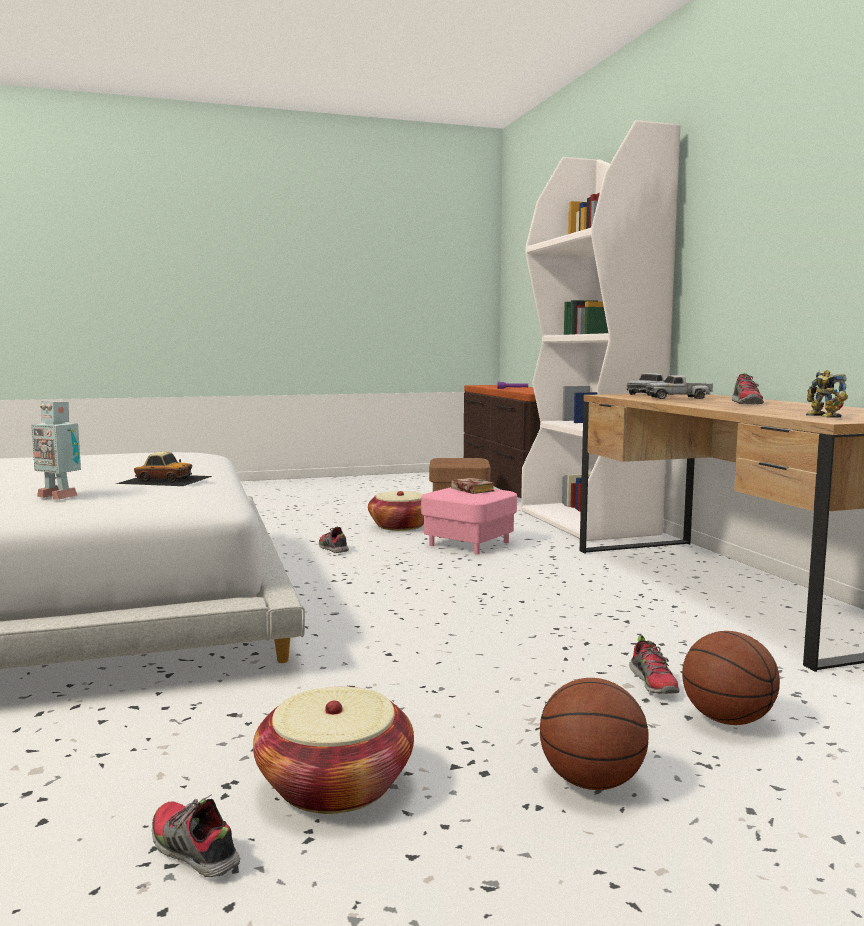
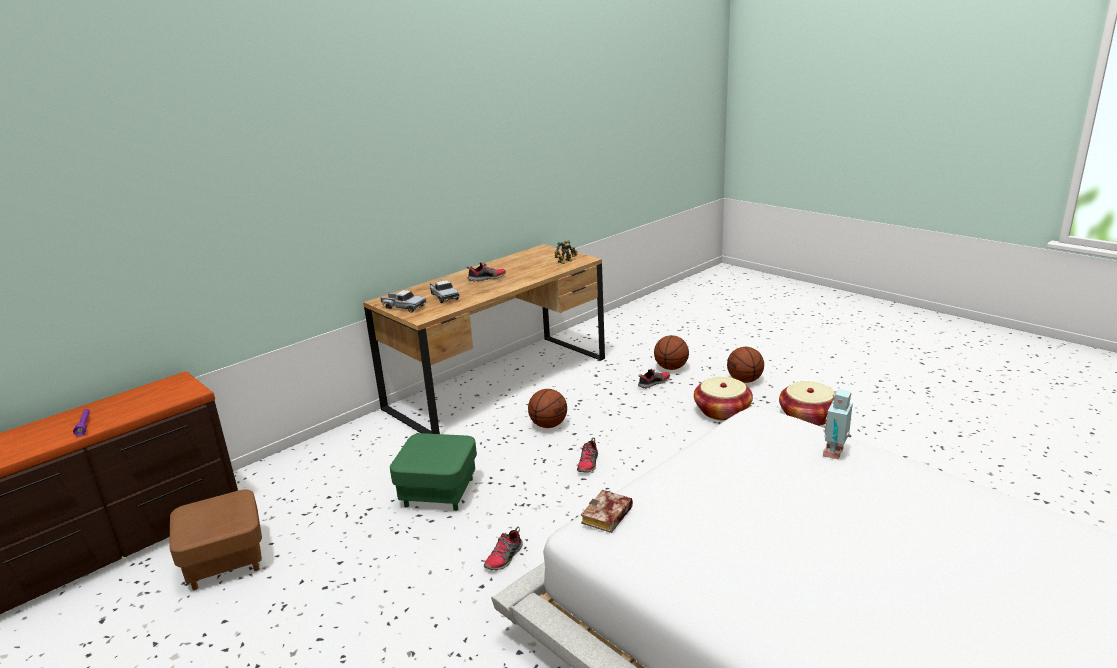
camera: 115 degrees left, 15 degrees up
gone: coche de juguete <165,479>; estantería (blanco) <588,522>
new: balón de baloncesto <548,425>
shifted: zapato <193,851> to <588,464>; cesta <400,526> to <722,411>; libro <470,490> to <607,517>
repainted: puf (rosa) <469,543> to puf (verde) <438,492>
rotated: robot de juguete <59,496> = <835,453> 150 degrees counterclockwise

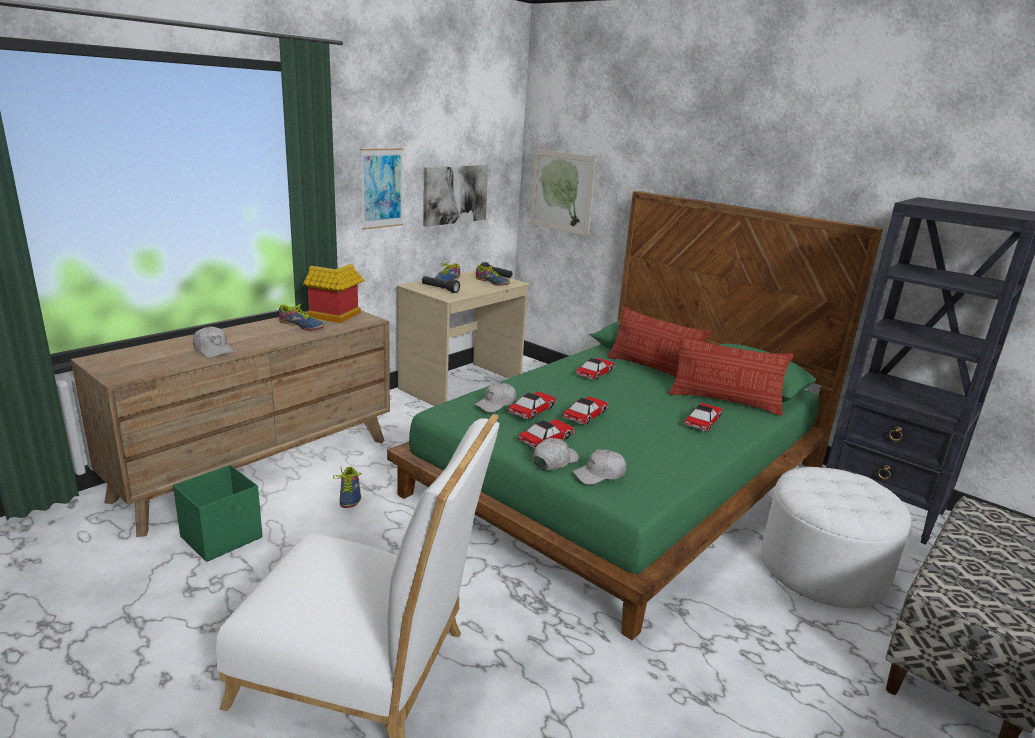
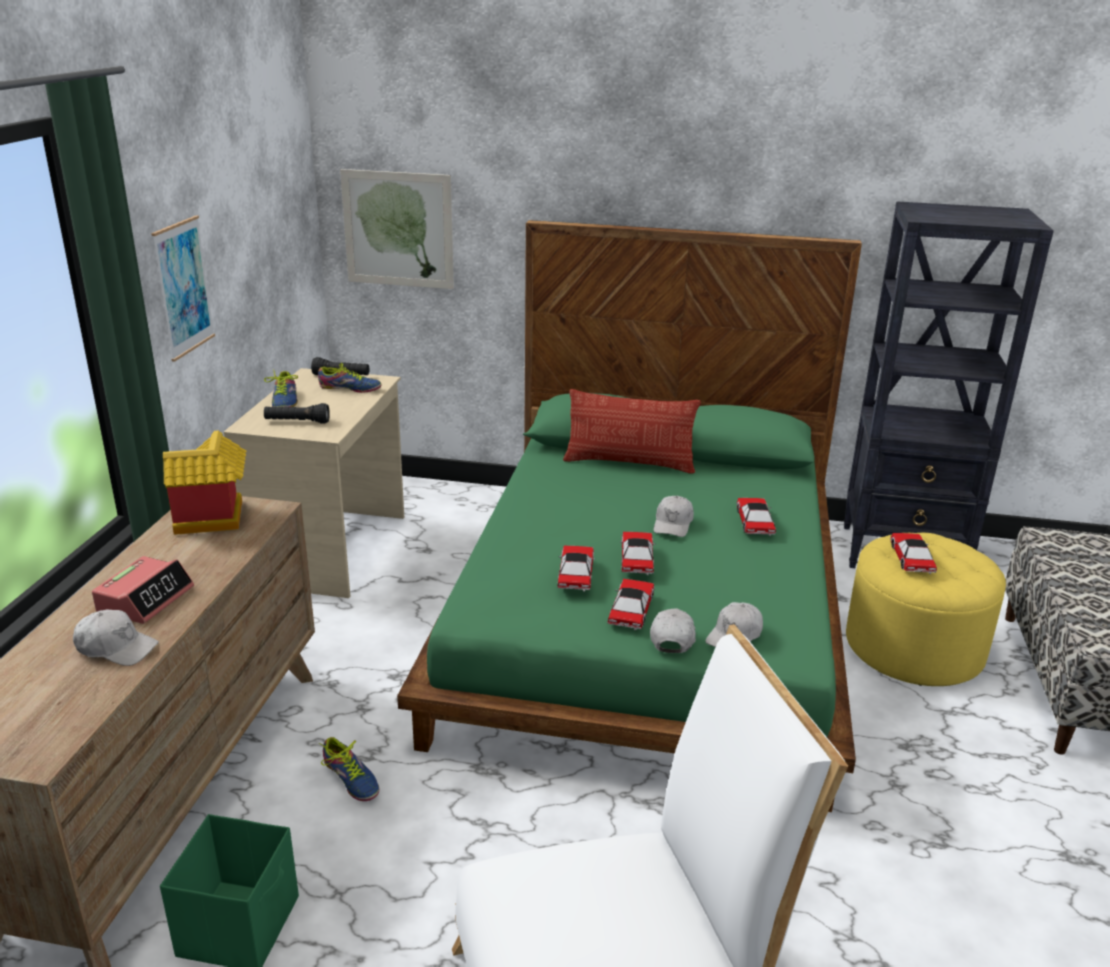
camera: 30 degrees left, 5 degrees up
gone: zapato <301,326>; cuadro <454,194>; cojín <724,401>
new: despertador <145,599>
shifted: gorra (blanco) <496,404> to <673,524>; coche de juguete <595,373> to <911,559>
repainted: puf (blanco) <822,569> to puf (amarillo) <914,647>

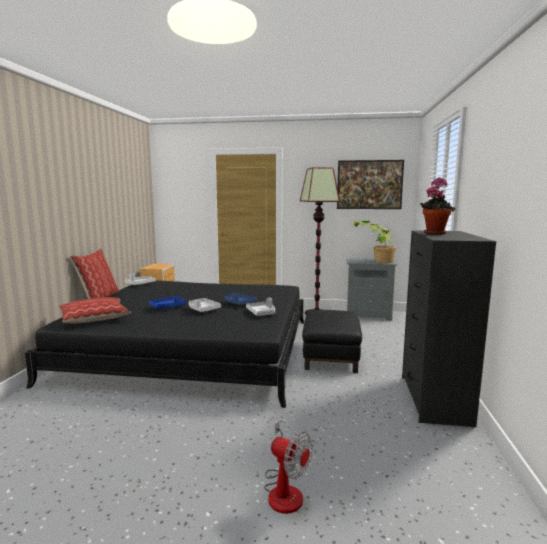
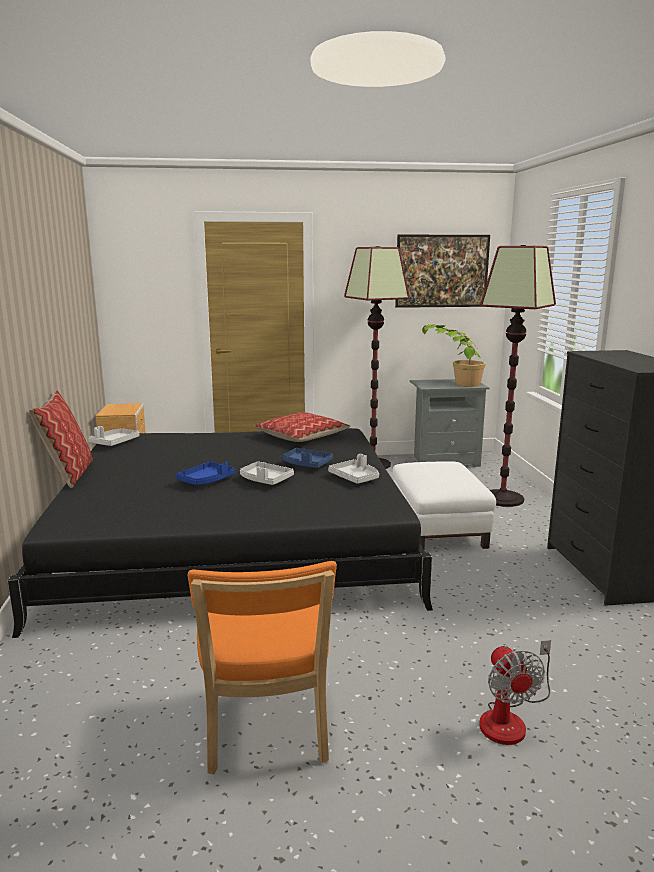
camera: 15 degrees left, 5 degrees up
gone: planta en maceta <434,233>
new: silla (naranja) <265,730>; lámpara de pie <503,498>
shifted: cojín <95,318> to <302,436>
repainted: puf (negro) <330,356> to puf (blanco) <437,528>
rotated: ventilador <284,490> = <510,718> 60 degrees clockwise

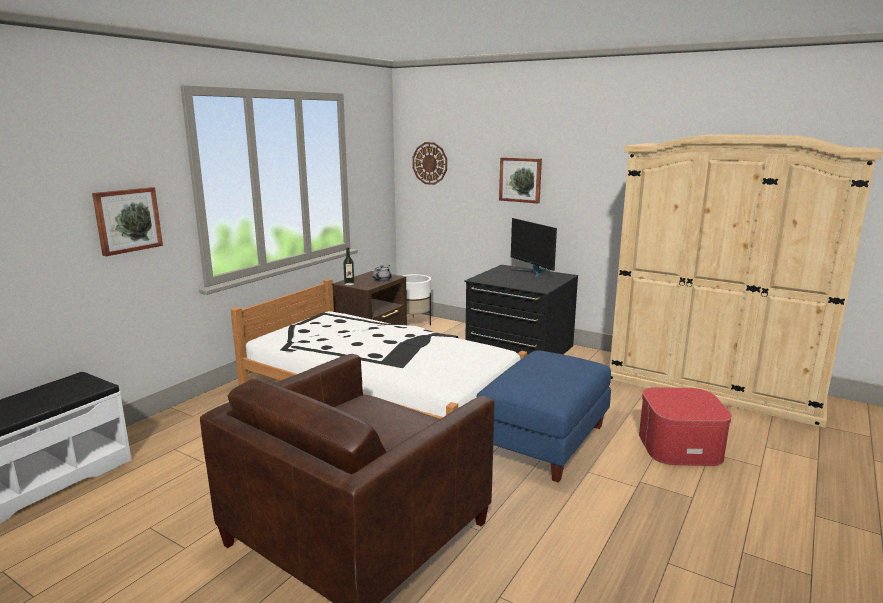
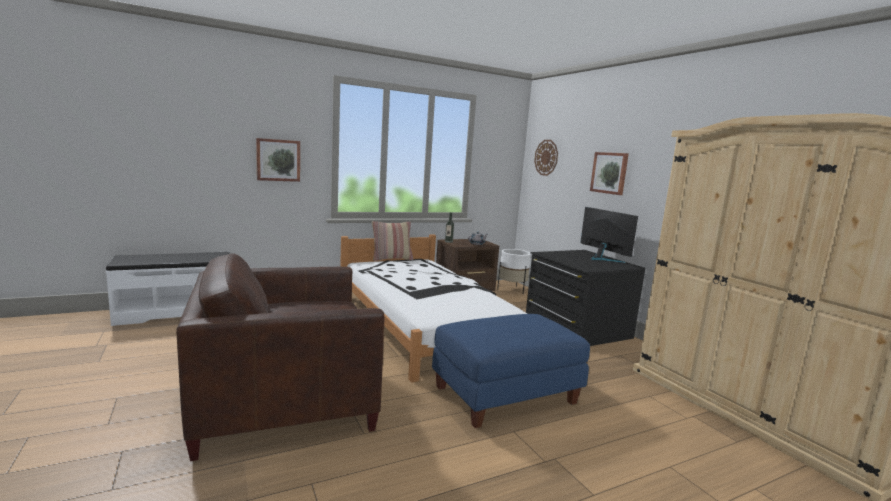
camera: 30 degrees right, 5 degrees down
gone: puf <679,446>
new: cojín <391,259>
rotated: monitor <532,273> = <601,258> 150 degrees clockwise

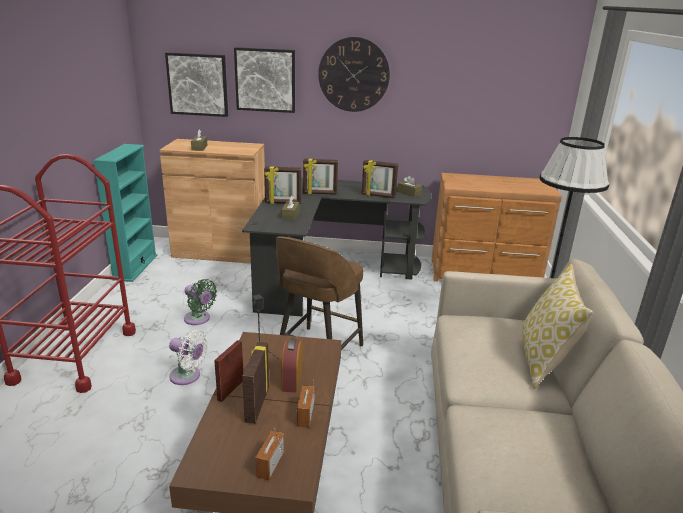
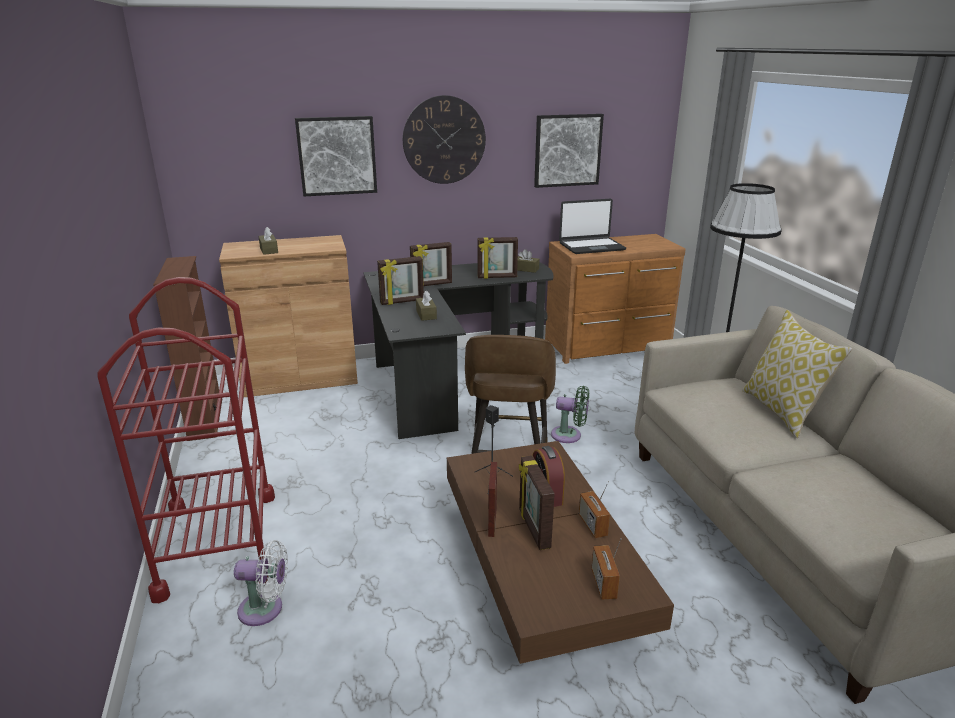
camera: 20 degrees left, 0 degrees up
new: portátil <591,246>
shifted: cuadro <198,84> to <567,150>; ventilador (blanco) <188,376> to <265,609>; ventilador (verde) <199,319> to <569,435>
repainted: estantería (turquesa) <135,267> to estantería (marrón) <205,419>

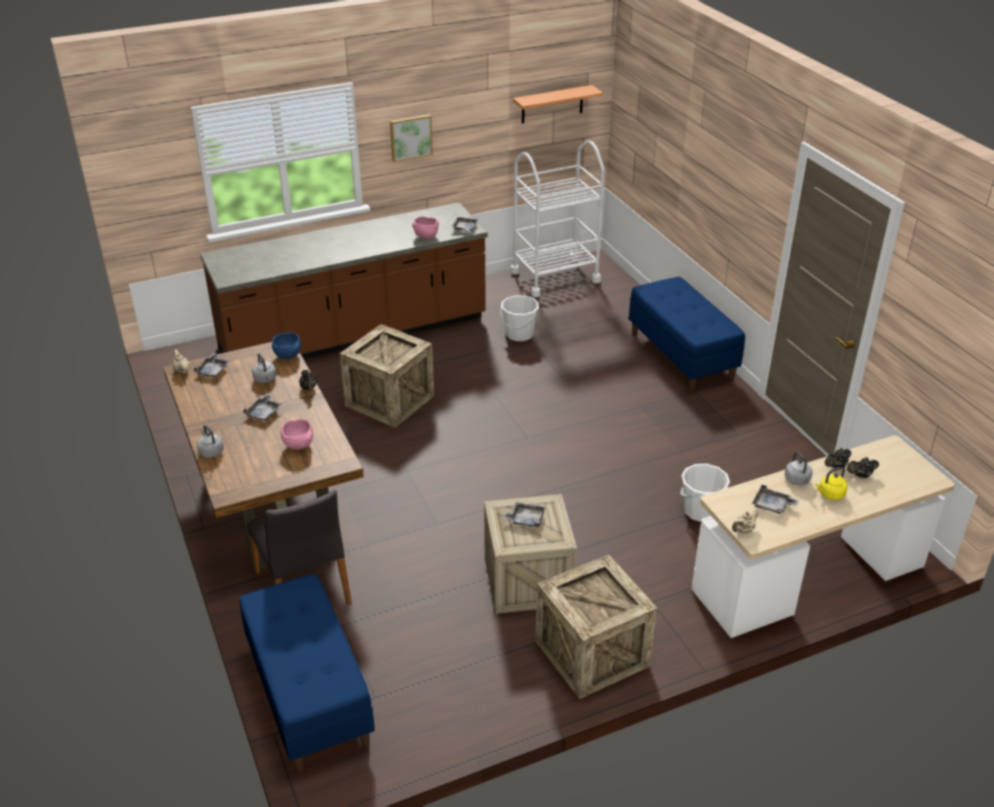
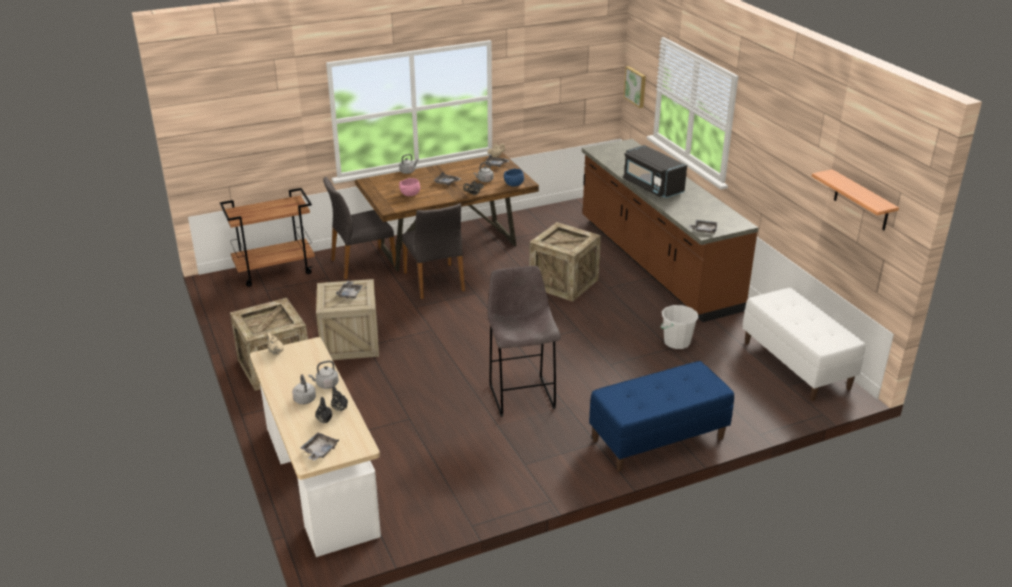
camera: 90 degrees right, 5 degrees down
gone: cuenco (rosa) <425,236>; cubo (blanco) <700,511>
new: silla (gris) <435,281>; taburete (gris) <521,395>; microondas (negro) <652,186>
shifted: cuadro <410,137> to <636,86>; bandeja (gris) <772,506> to <319,451>
swapped: banco (azul) <308,696> to carrito (marrón) <275,270>; carrito (blanco) <555,277> to banco (blanco) <796,365>
repainted: hervidor (amarillo) <830,494> to hervidor (gris) <304,399>

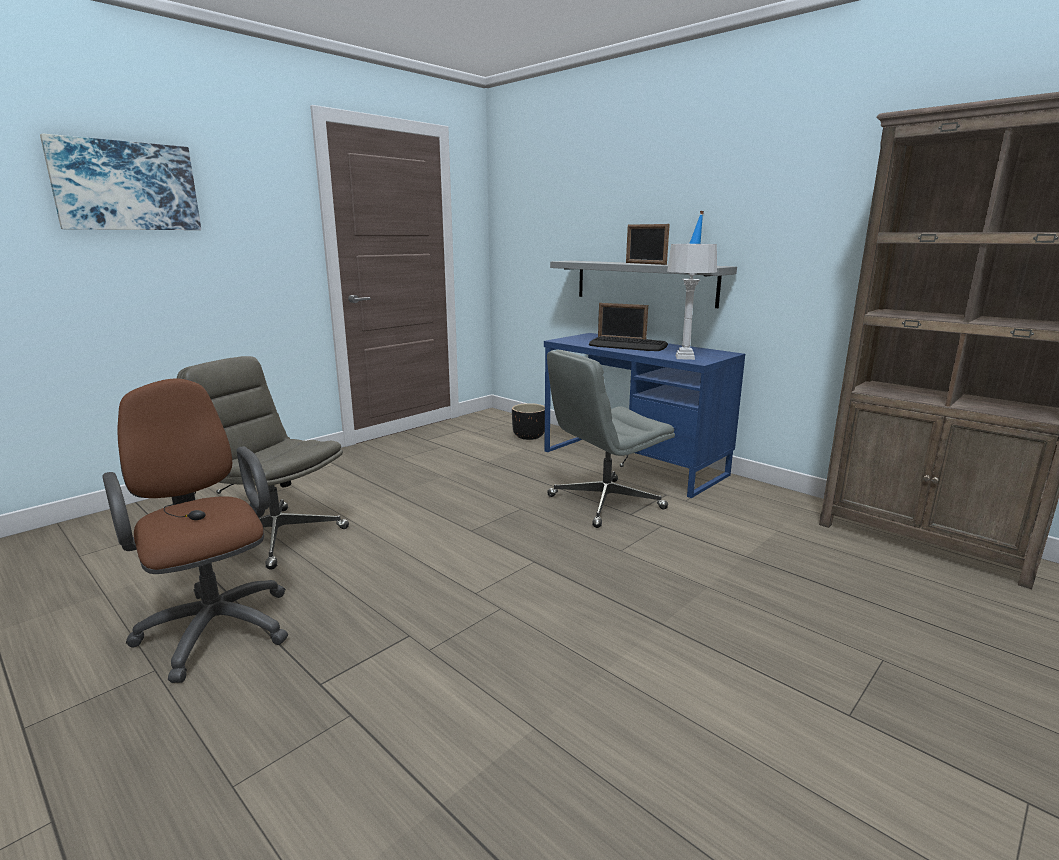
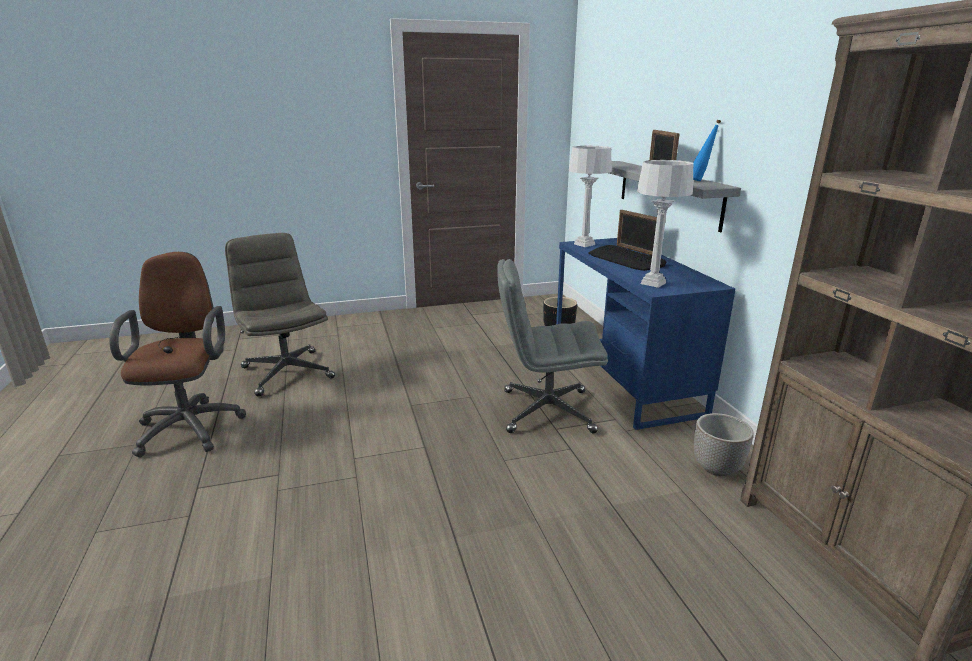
camera: 30 degrees right, 5 degrees up
gone: cuadro <126,186>
new: lámpara de mesa (gris) <584,244>; maceta <717,468>

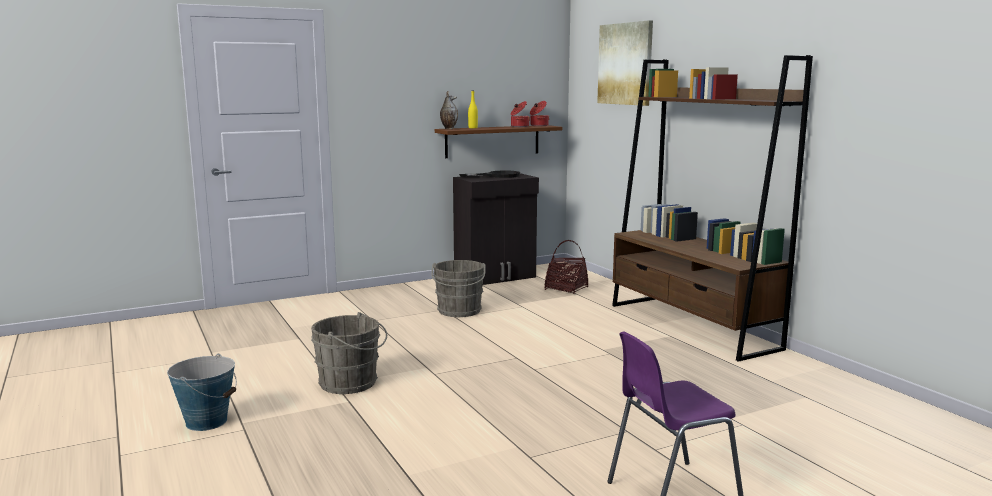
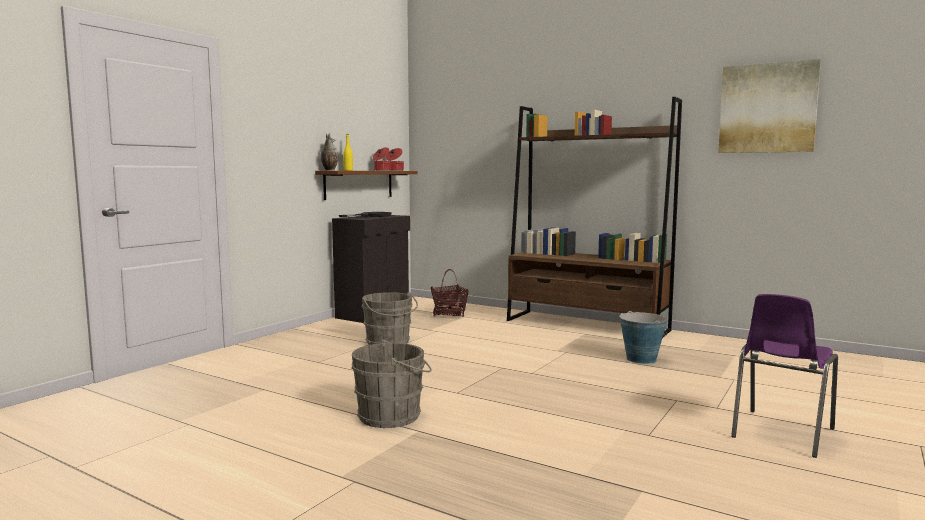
camera: 30 degrees left, 5 degrees down
shifted: cubo <207,421> to <641,359>; cuadro <625,64> to <767,108>

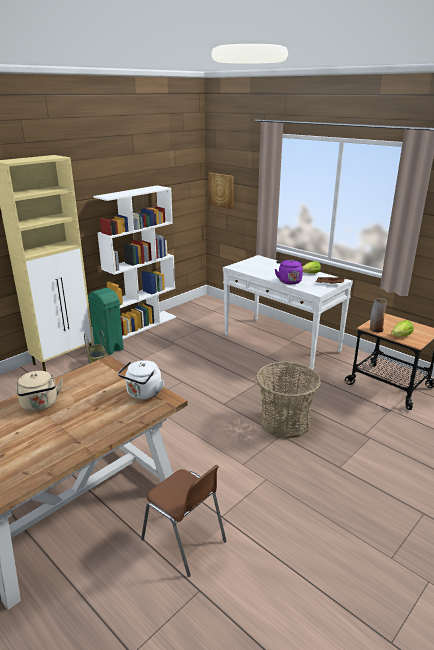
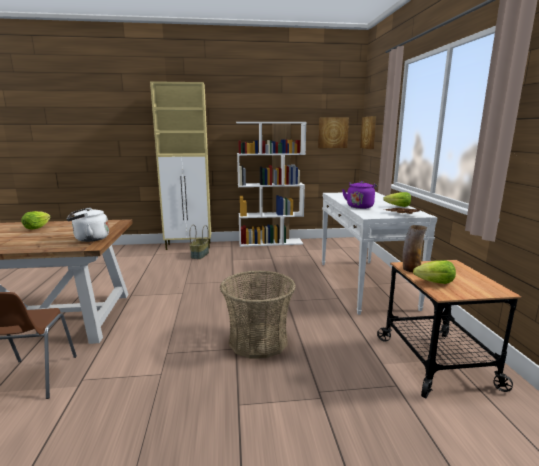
camera: 40 degrees right, 10 degrees down
gone: papelera (verde) <109,347>
new: cuadro <332,132>
swapped: hervidor (beis) <40,405> to lechuga <37,228>

